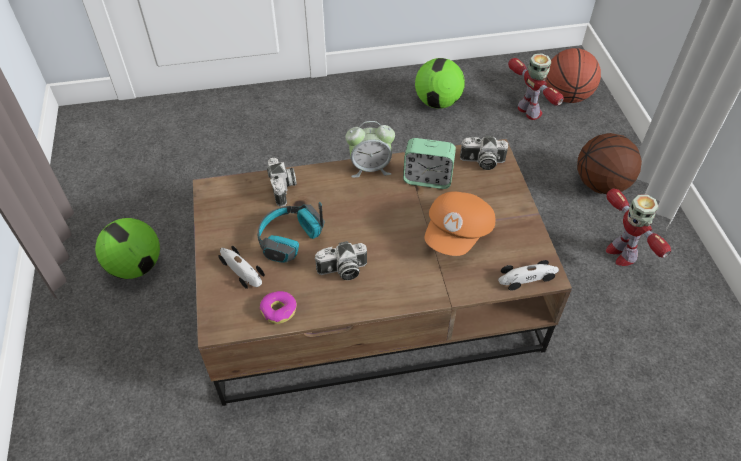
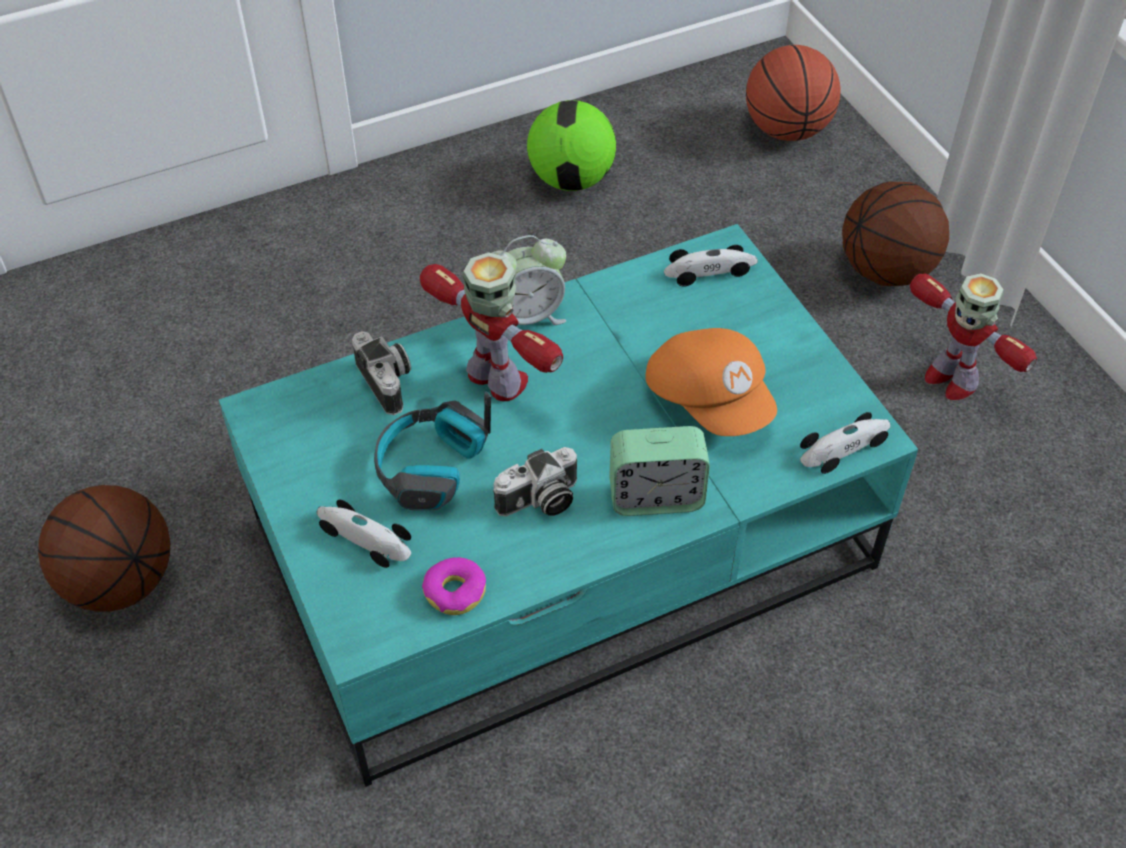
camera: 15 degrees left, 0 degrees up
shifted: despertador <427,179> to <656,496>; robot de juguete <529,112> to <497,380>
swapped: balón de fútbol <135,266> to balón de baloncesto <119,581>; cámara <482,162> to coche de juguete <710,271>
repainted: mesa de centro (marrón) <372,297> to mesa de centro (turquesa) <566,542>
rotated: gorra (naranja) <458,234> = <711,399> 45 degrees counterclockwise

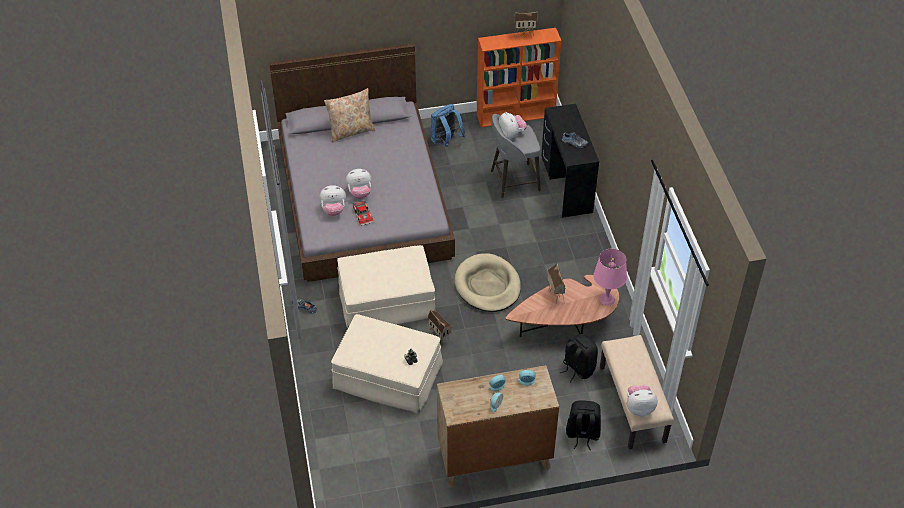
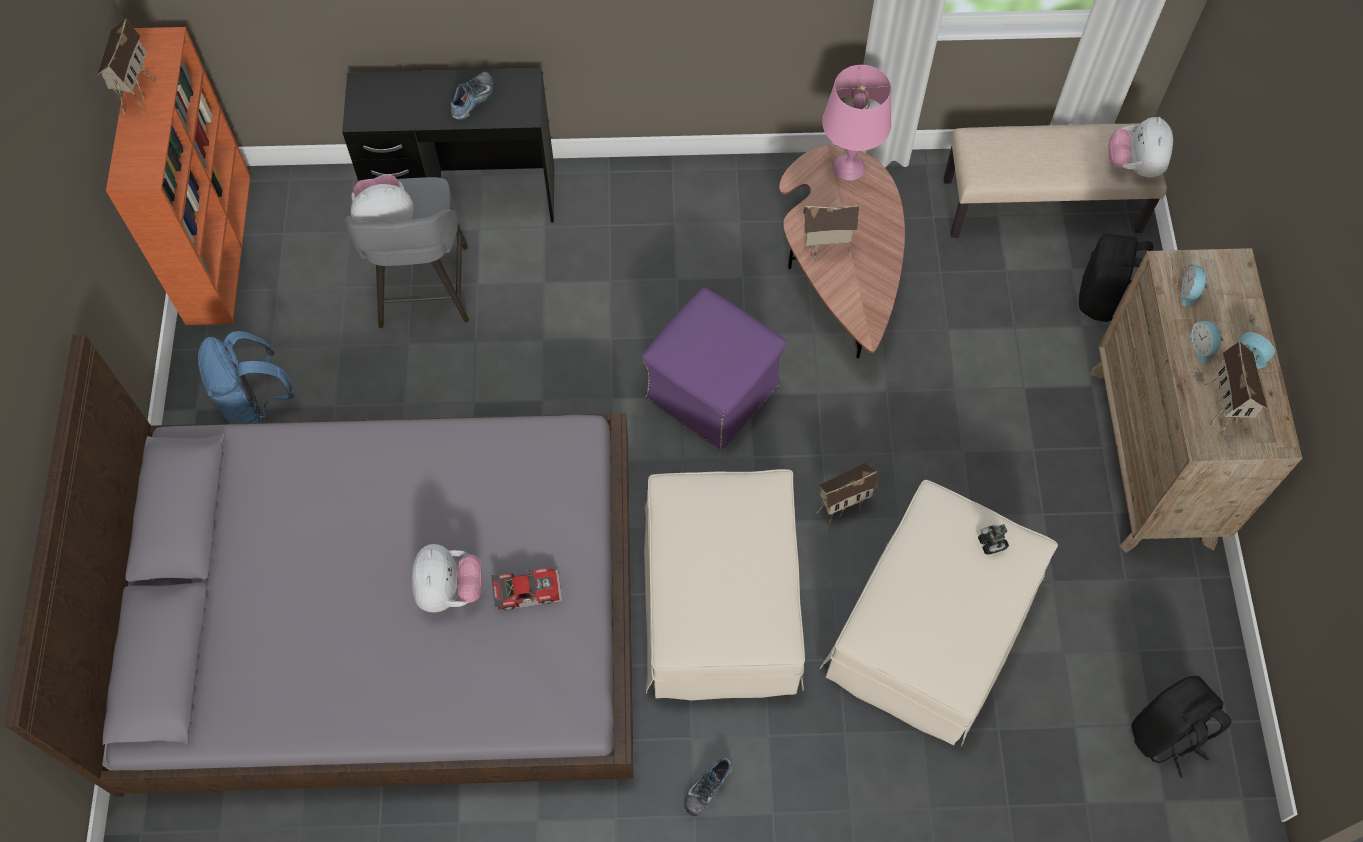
camera: 80 degrees left, 15 degrees up
gone: peluche <333,210>; cojín (beis) <351,131>
new: casita <1222,409>
shifted: mochila (negro) <577,368> to <1166,734>
swapped: cama para perro (beis) <487,285> to puf (morado) <713,392>

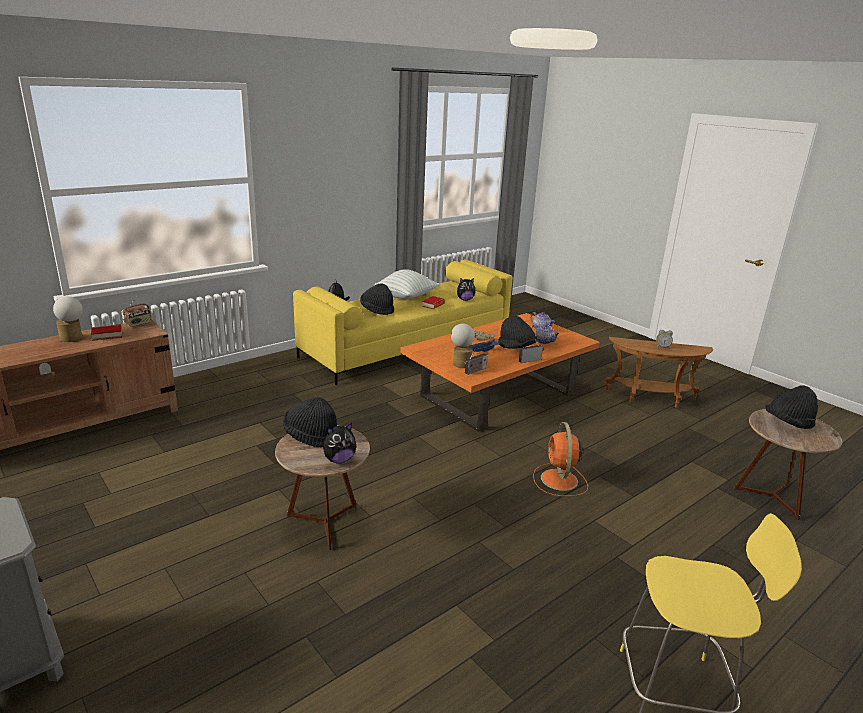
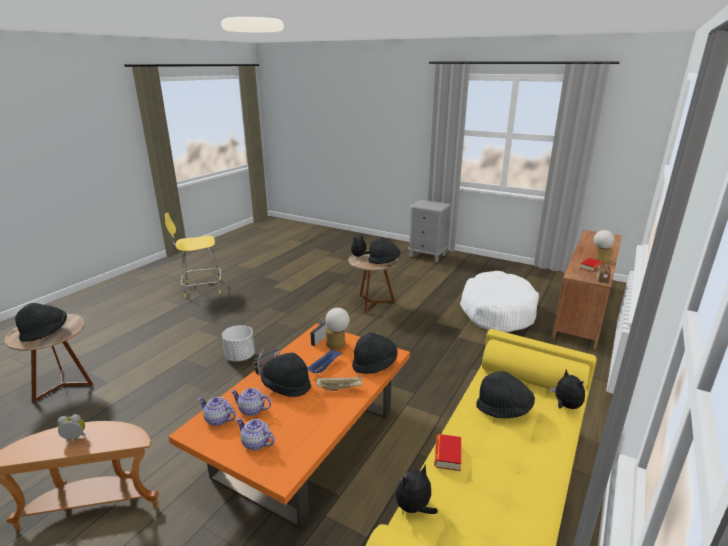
camera: 160 degrees right, 0 degrees up
gone: cojín <406,297>
new: tetera <218,419>; sombrero (negro) <375,364>; cama para perro (blanco) <497,311>
swapped: ventilador (naranja) <559,481> to maceta (blanco) <240,356>

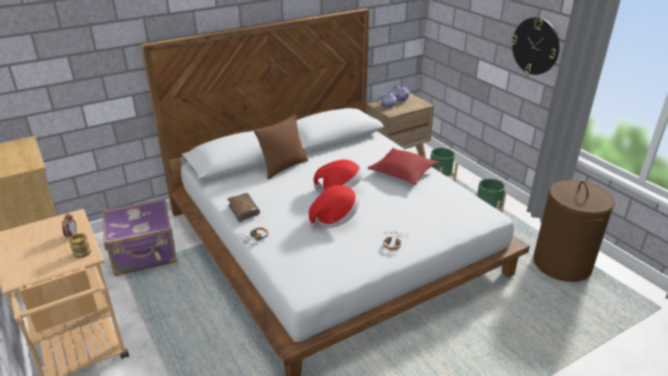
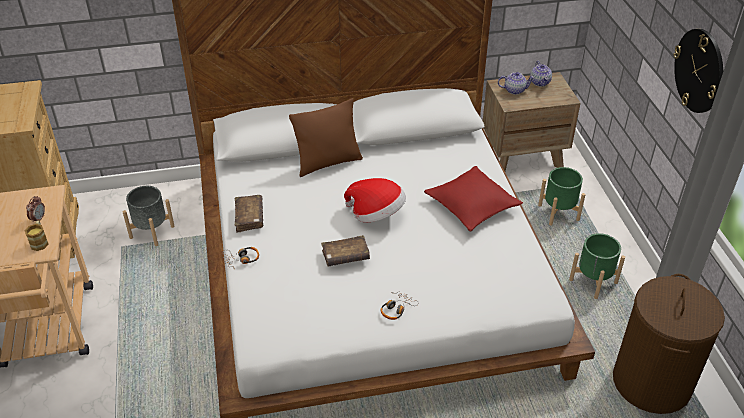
camera: 20 degrees right, 10 degrees up
swapped: maleta (morado) <145,255> to maceta (gris) <152,232>; sombrero <334,218> to libro (marrón) <345,256>

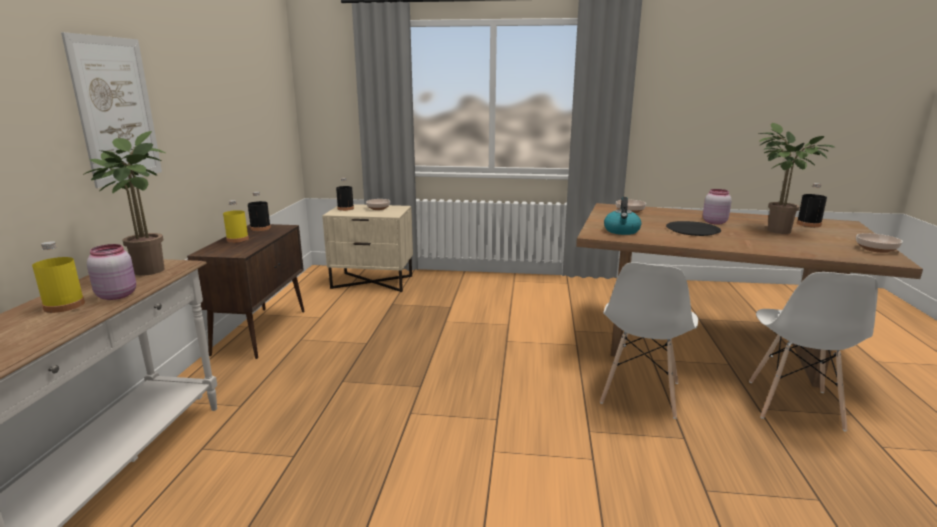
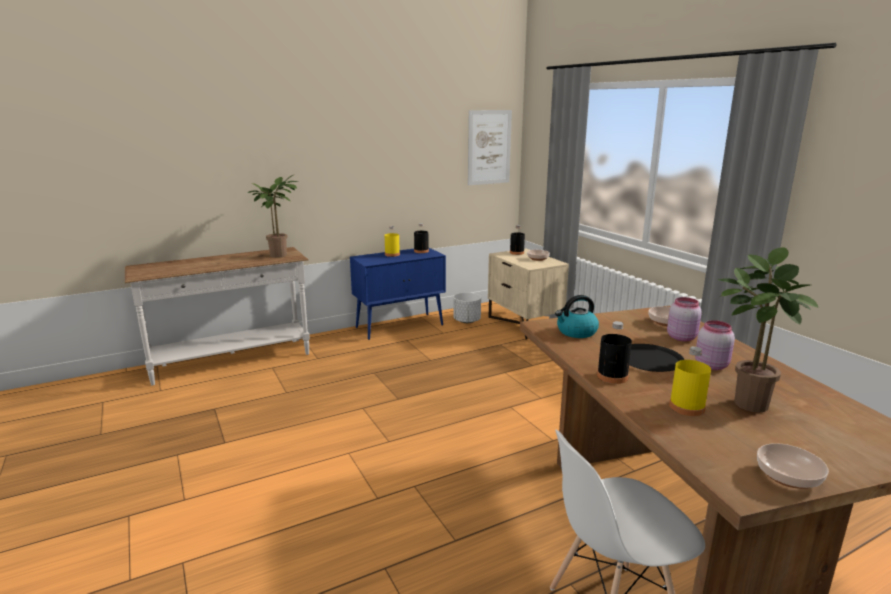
camera: 55 degrees right, 0 degrees up
gone: silla (blanco) <640,393>
new: maceta (blanco) <466,321>
shifted: botella (amarillo) <64,305> to <687,407>; cuadro <116,110> to <489,147>; tarro (rosa) <117,295> to <681,337>; botella (negro) <808,224> to <612,376>
repainted: armario (marrón) <261,331> to armario (azul) <400,326>

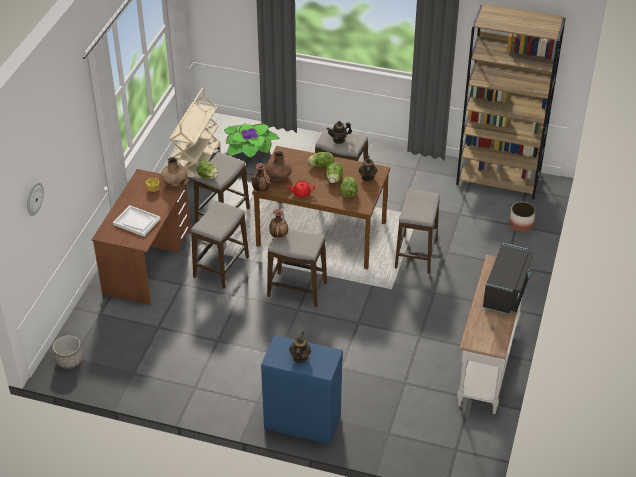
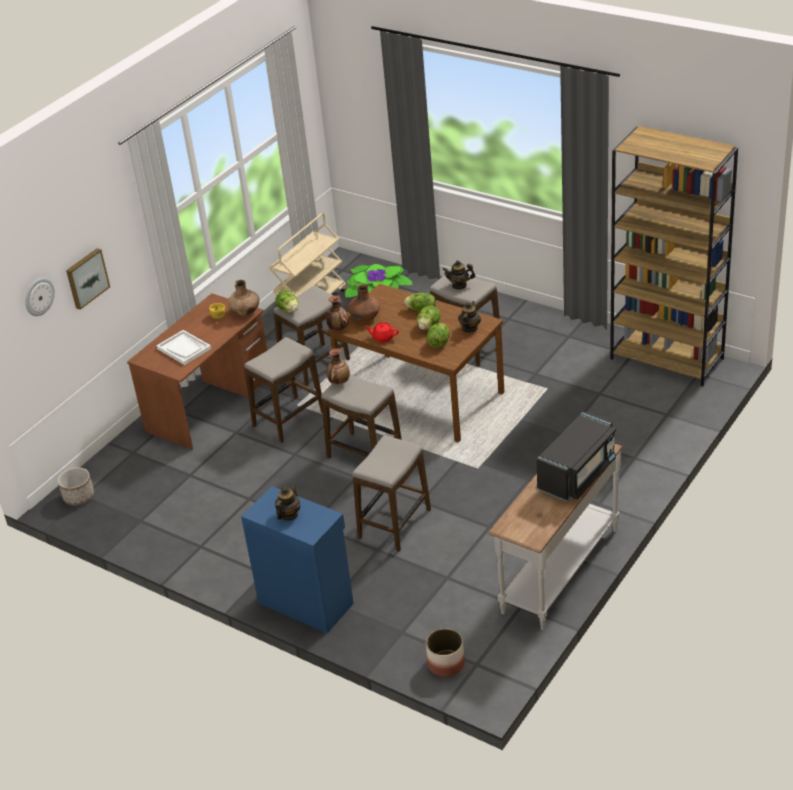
camera: 20 degrees right, 5 degrees down
new: cuadro <86,278>
shifted: taburete <416,254> to <395,524>; maceta <521,225> to <446,664>

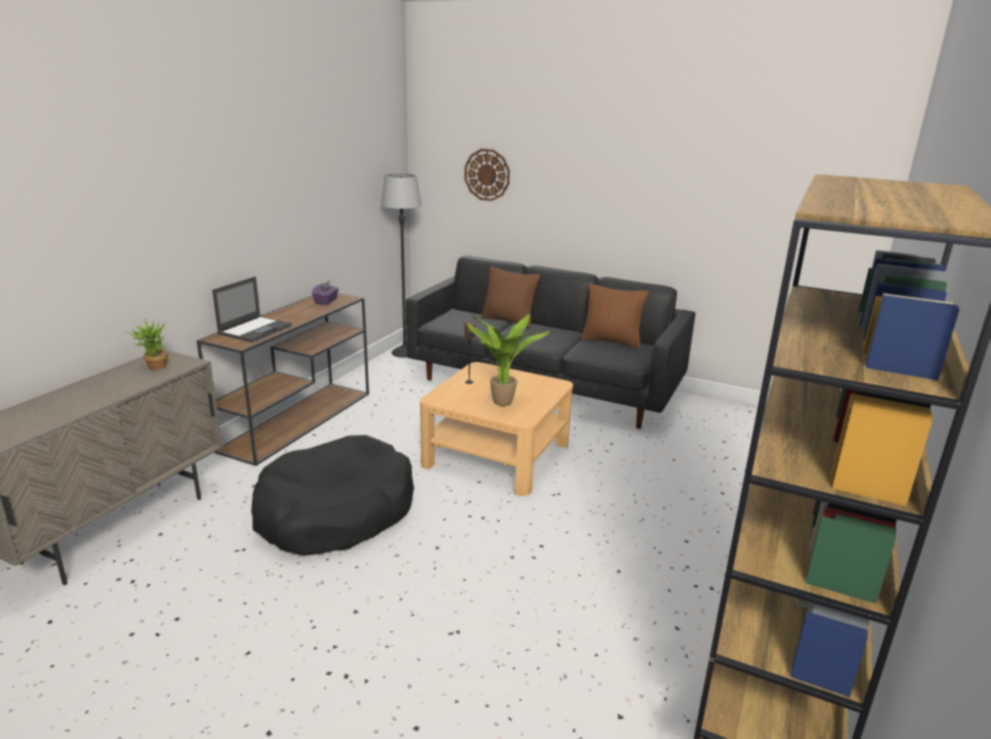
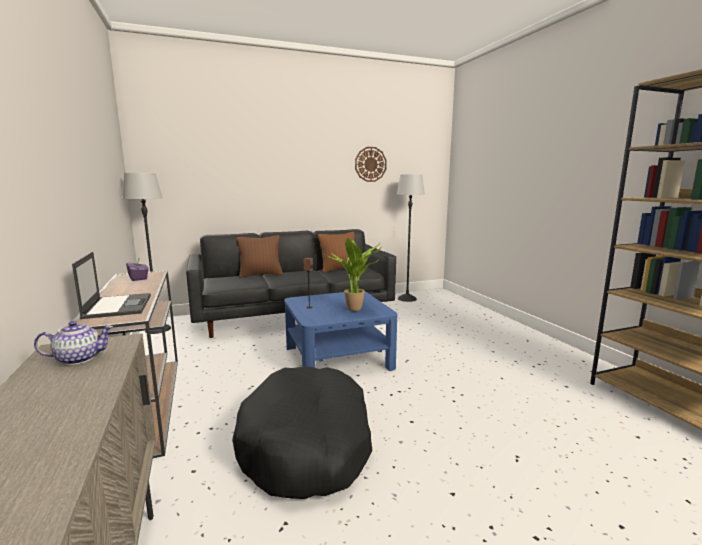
camera: 45 degrees left, 10 degrees down
new: lámpara de pie <407,298>
shifted: reloj de pared <487,175> to <370,164>
swapped: planta en maceta <153,367> to tetera <78,358>
repainted: mesa de centro (beis) <497,454> to mesa de centro (azul) <338,357>

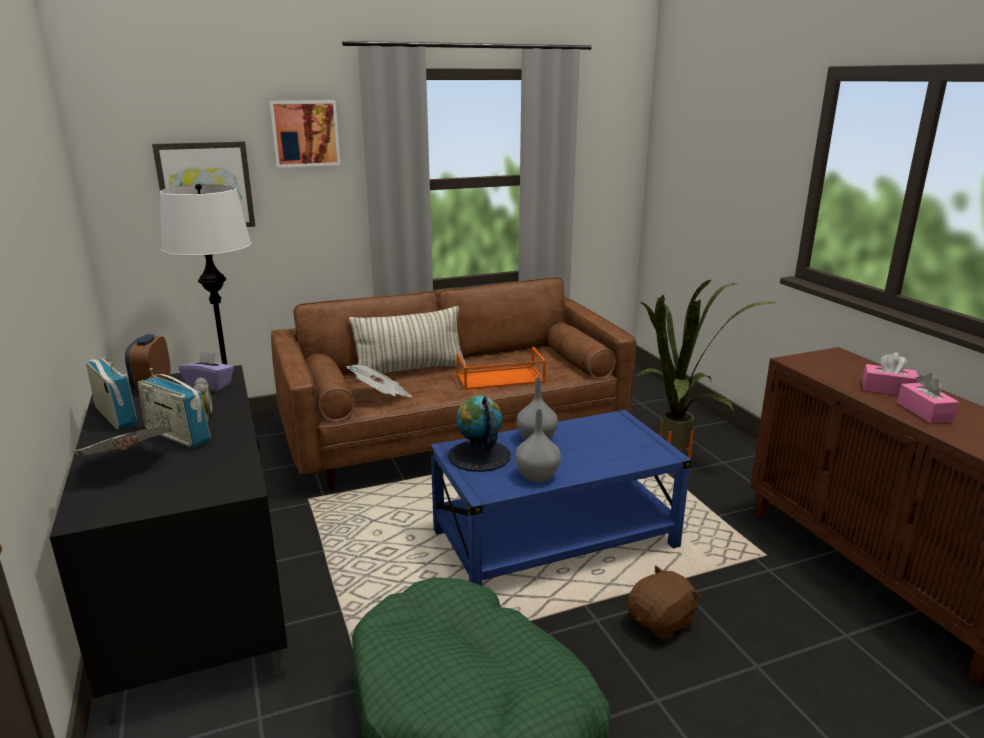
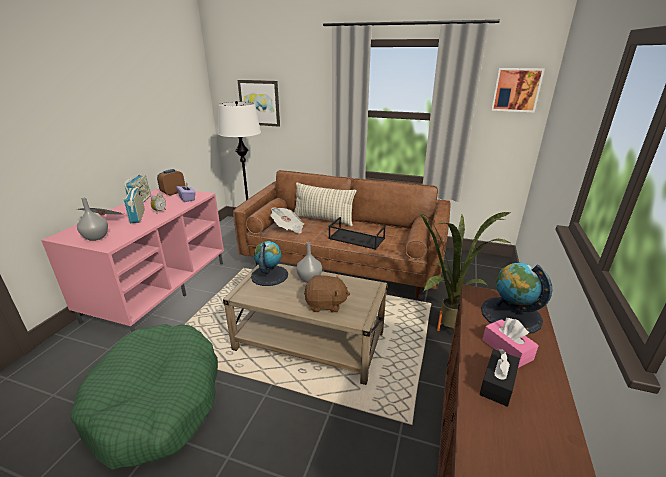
camera: 40 degrees right, 5 degrees up
new: globo terráqueo <510,315>
shifted: cuadro <305,133> to <516,90>; florero (gris) <537,475> to <97,237>; peluche (marrón) <661,622> to <325,304>
repainted: mueble de televisión (negro) <195,594> to mueble de televisión (rosa) <159,289>; mesa de centro (azul) <555,539> to mesa de centro (beis) <309,341>; bandeja (naranja) <499,378> to bandeja (negro) <355,238>; caja de pañuelos (rosa) <924,412> to caja de pañuelos (negro) <497,383>

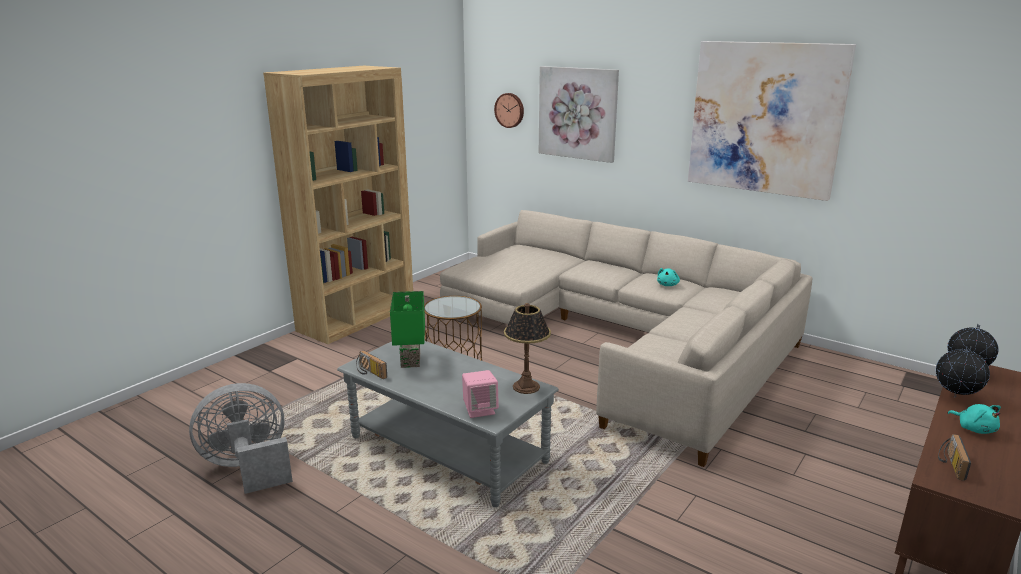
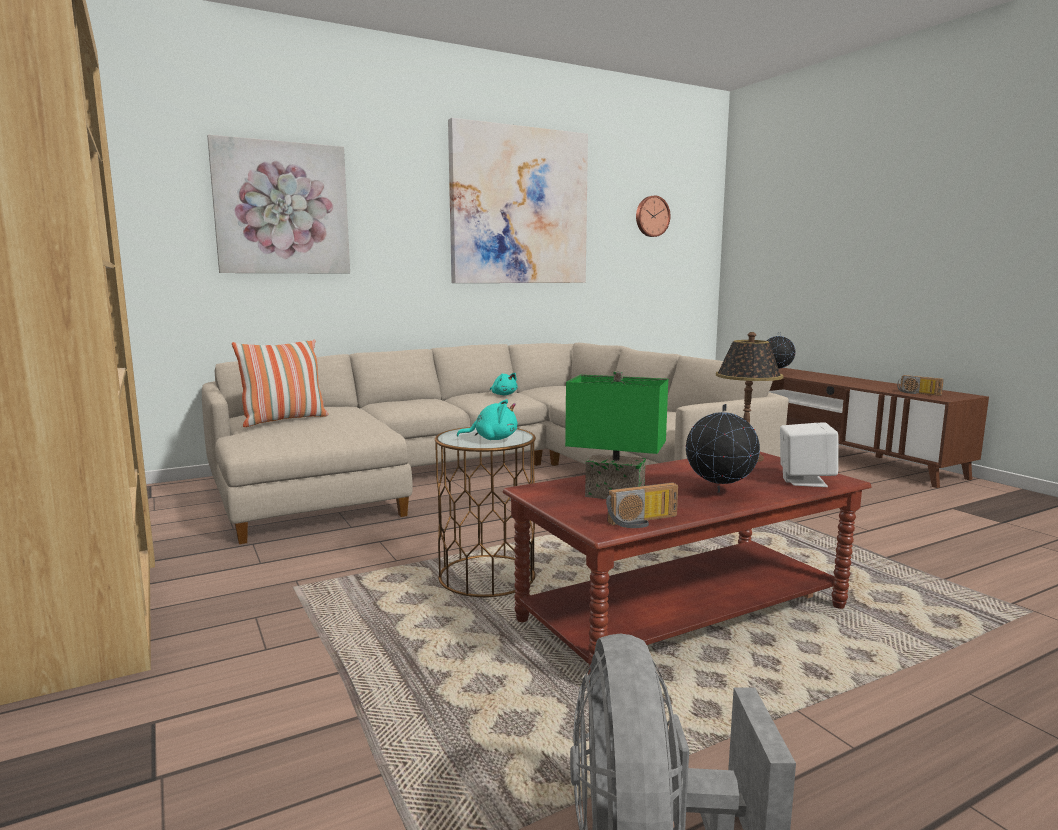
camera: 65 degrees left, 10 degrees down
new: cojín <284,420>
shifted: reloj de pared <510,110> to <651,216>; globo terráqueo <955,397> to <720,492>; peluche (turquesa) <974,429> to <492,439>
repainted: mesa de centro (gris) <448,449> to mesa de centro (marrón) <684,614>; altavoz (rosa) <480,410> to altavoz (blanco) <804,480>

